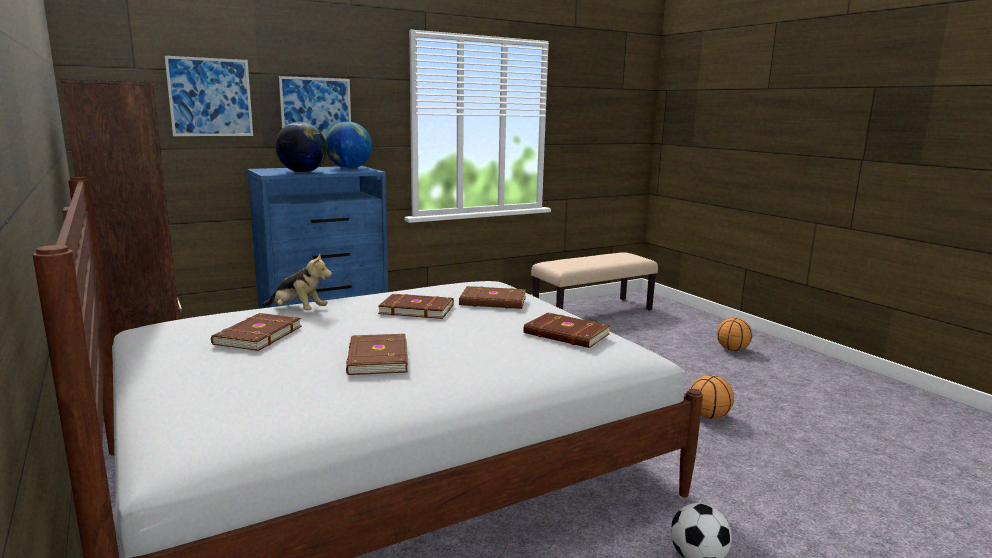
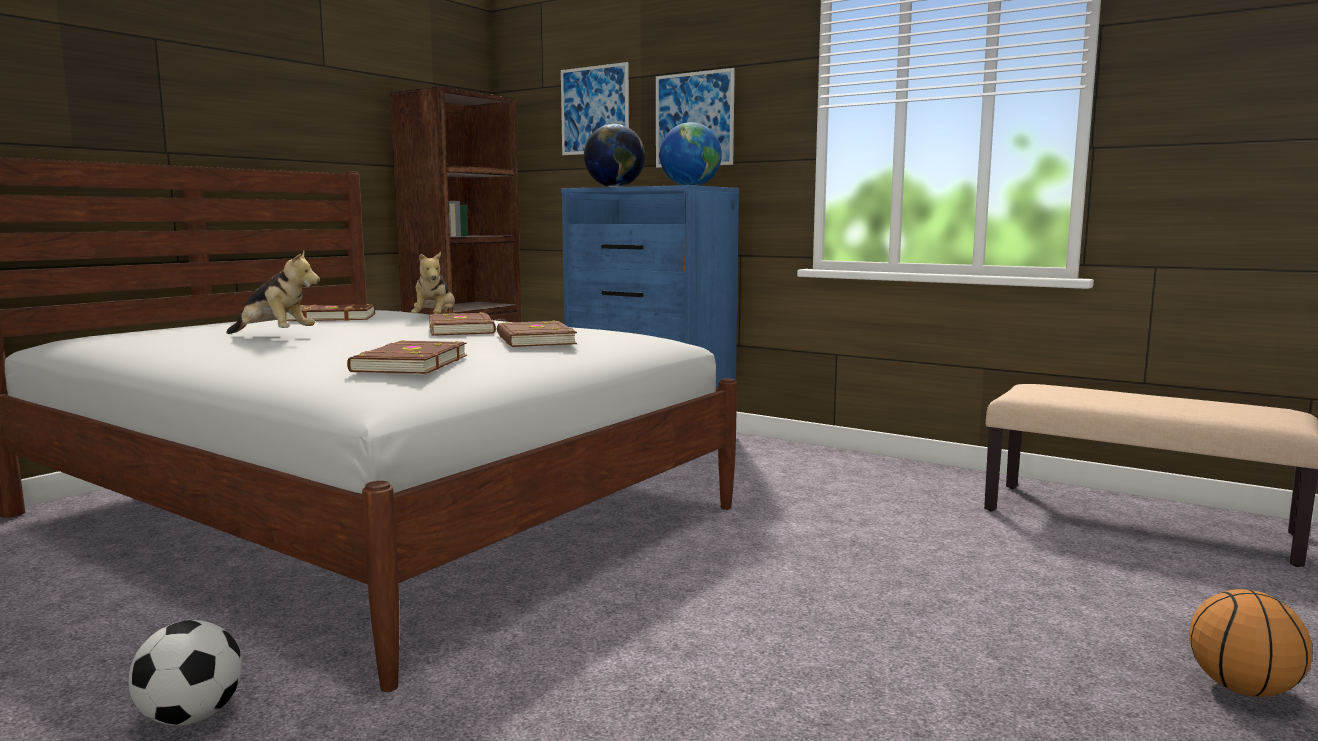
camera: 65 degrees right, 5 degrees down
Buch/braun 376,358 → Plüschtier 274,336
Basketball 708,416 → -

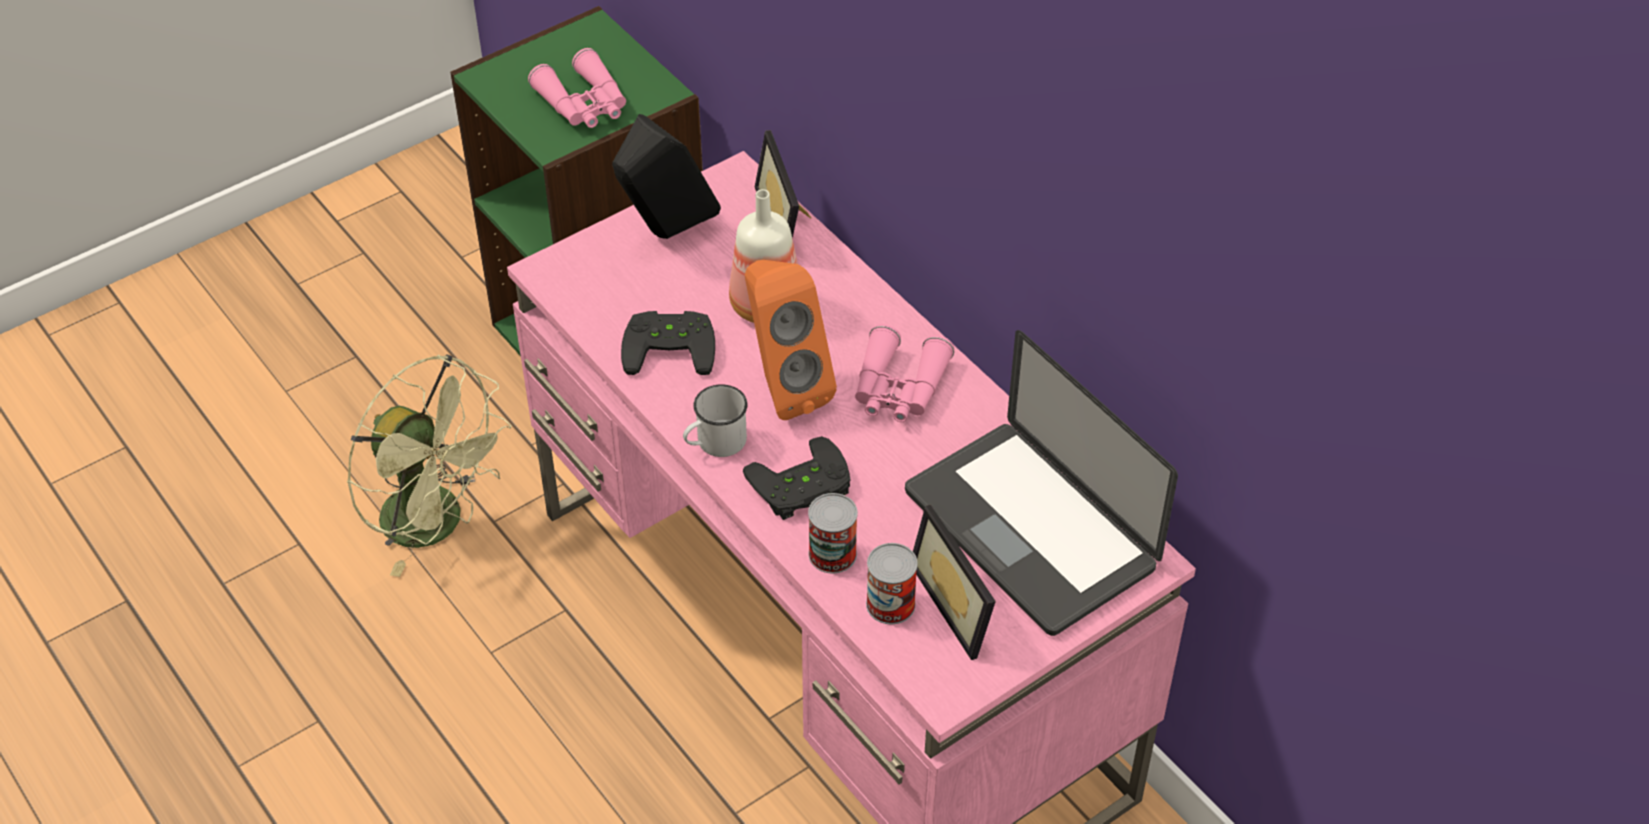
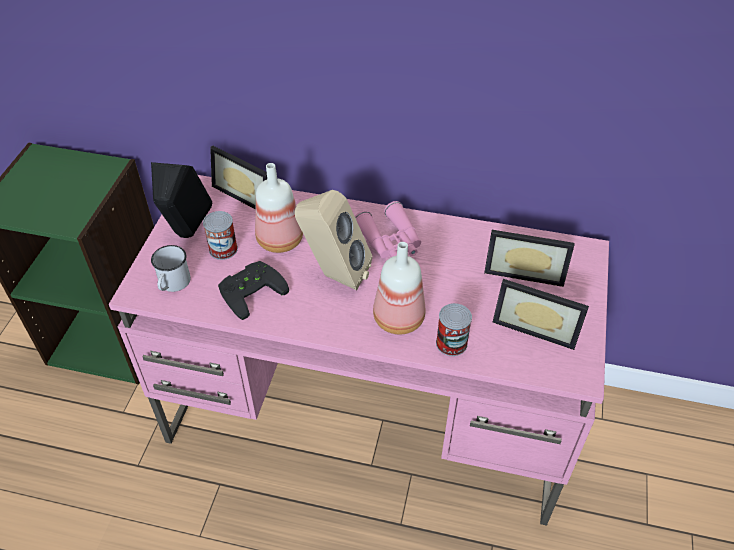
camera: 40 degrees left, 0 degrees up
Fernglas/rosa 584,104 → -
Lautsprecher/orange 783,388 → Lautsprecher/beige 334,275
Laptop 1029,530 → Bilderrahmen 524,269
Ventilator/grün 438,524 → -
Henkelbecher/weiß 715,443 → Henkelbecher/weiß 172,284, moved
Gamepad/schwarz 802,488 → Flasche 399,320
Dose 890,604 → Dose 223,249, moved

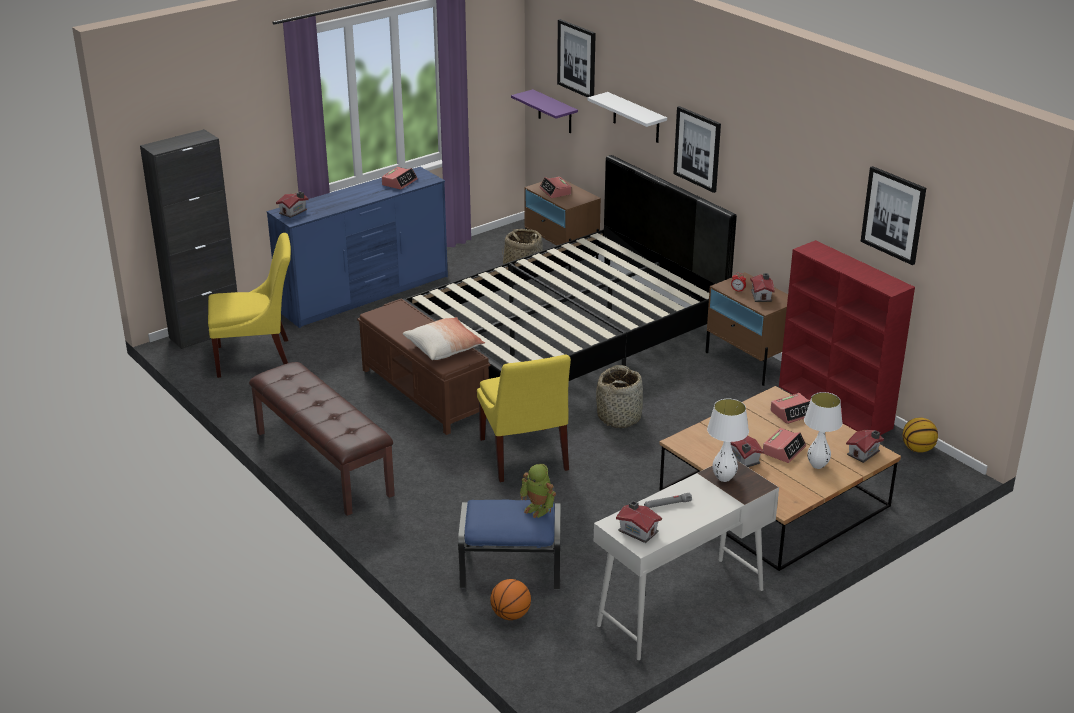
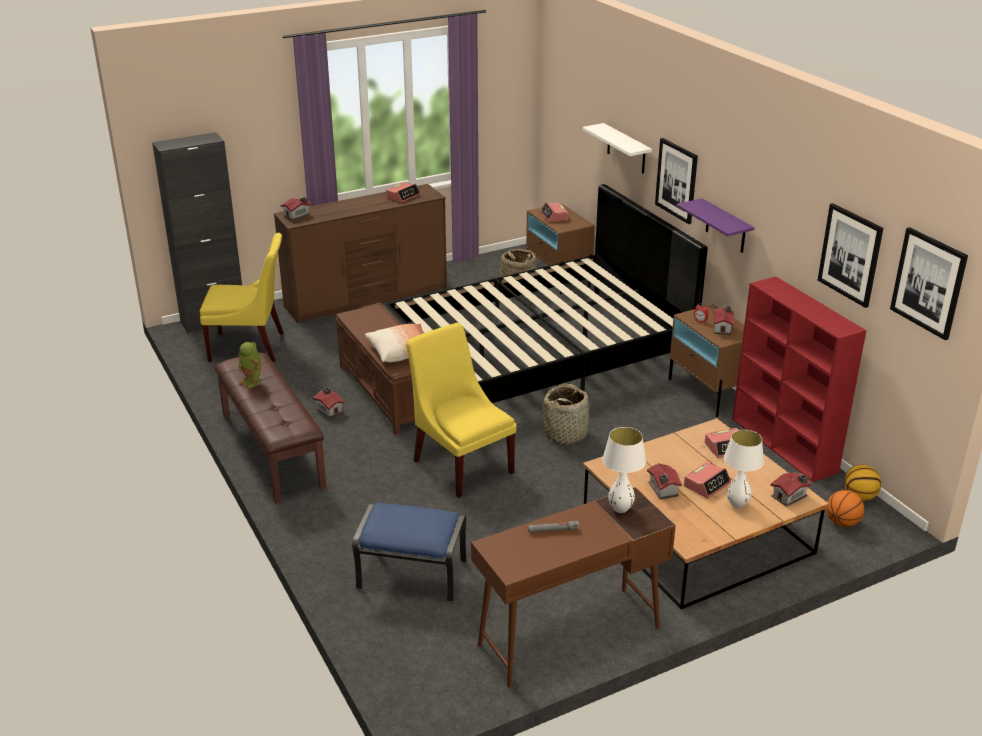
camera: 10 degrees right, 0 degrees up
Bild 577,58 → Bild 928,283, moved
Wandregal/lila 555,112 → Wandregal/lila 726,227, moved
Kommode/blau 365,294 → Kommode/braun 367,298
Stuhl/gelb 523,457 → Stuhl/gelb 461,464, 150 degrees clockwise
Schreibtisch/weiß 680,607 → Schreibtisch/braun 568,636
Spielzeugroboter 538,509 → Spielzeugroboter 252,382, moved
Spielzeughaus 638,530 → Spielzeughaus 329,410, moved
Basketball 510,615 → Basketball 842,523, moved

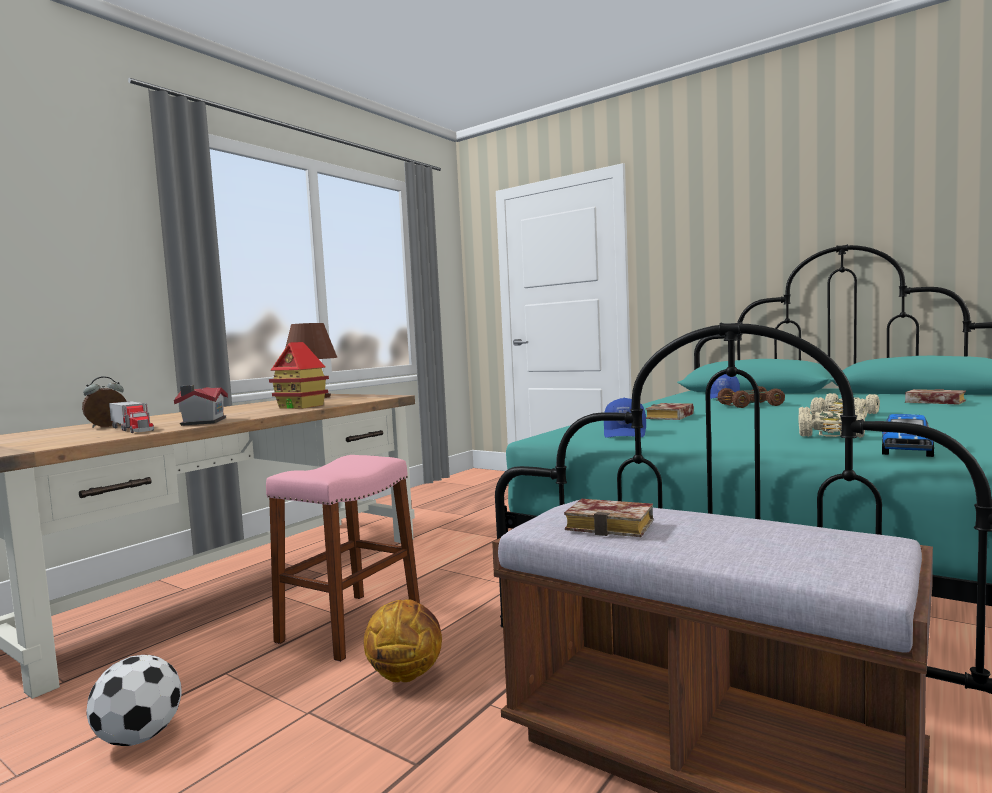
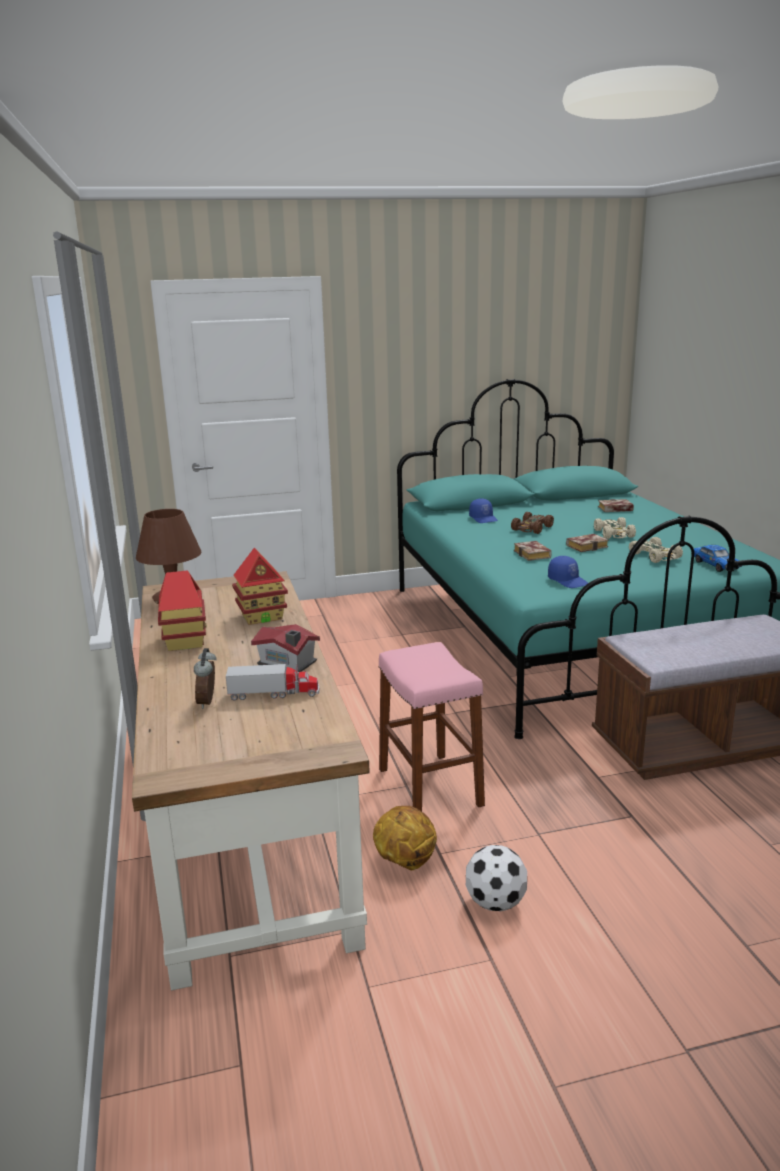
camera: 50 degrees left, 15 degrees up
Buch 613,526 → Buch 587,546, moved
Basketball 406,674 → Basketball 404,862, moved
- → Spielzeughaus 185,641

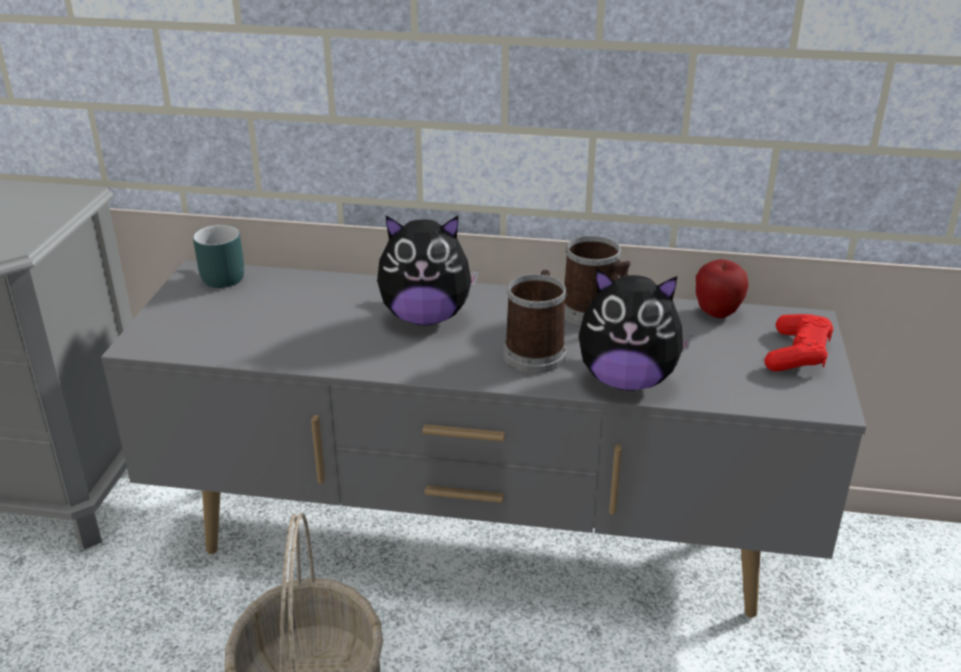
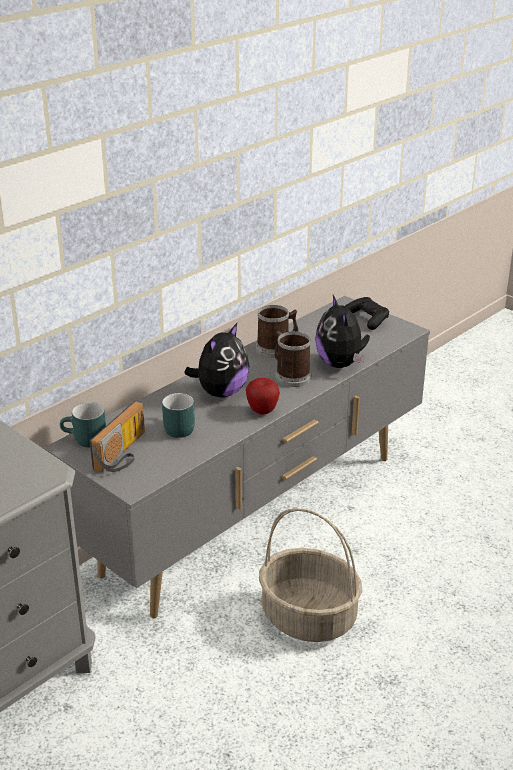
camera: 55 degrees left, 0 degrees up
Apfel 717,313 → Apfel 262,411, moved
Plüschtier 627,380 → Plüschtier 341,364, 120 degrees clockwise
Gamepad/rot 797,354 → Gamepad/schwarz 367,319
- → Henkelbecher/türkis 175,428
- → Radio 124,454

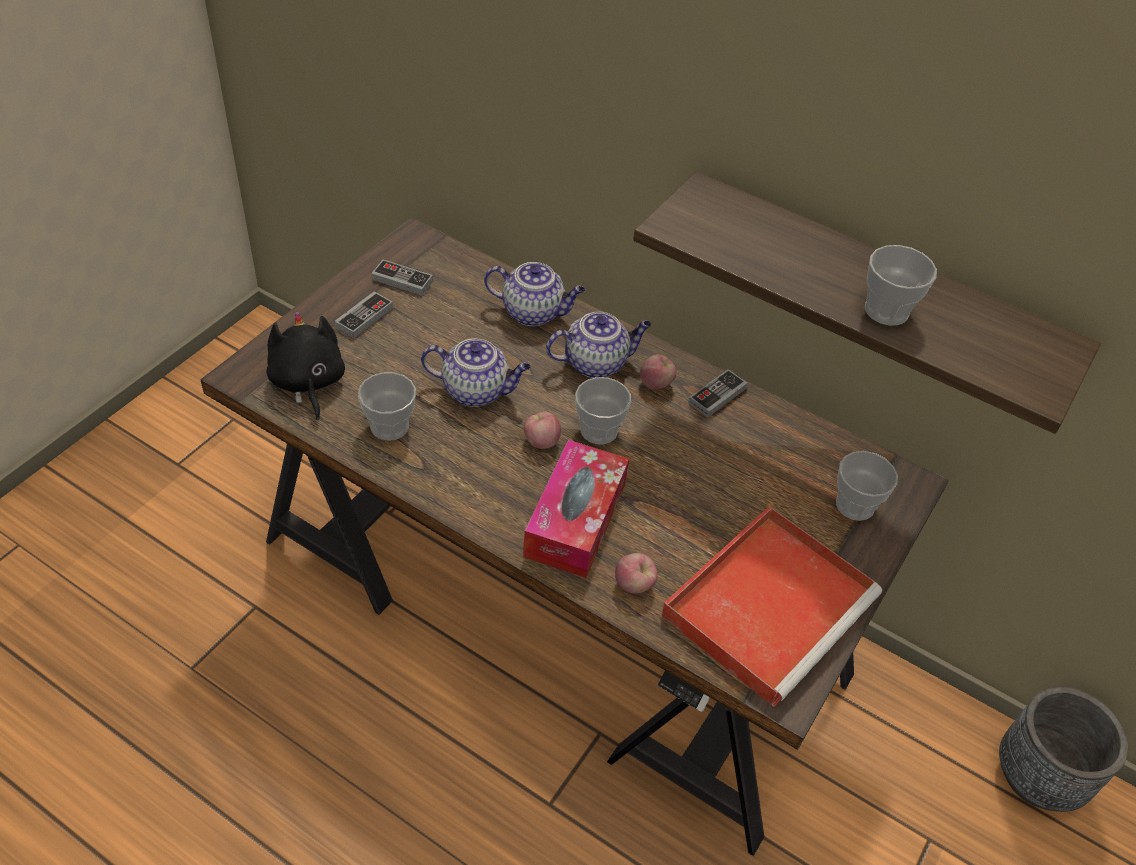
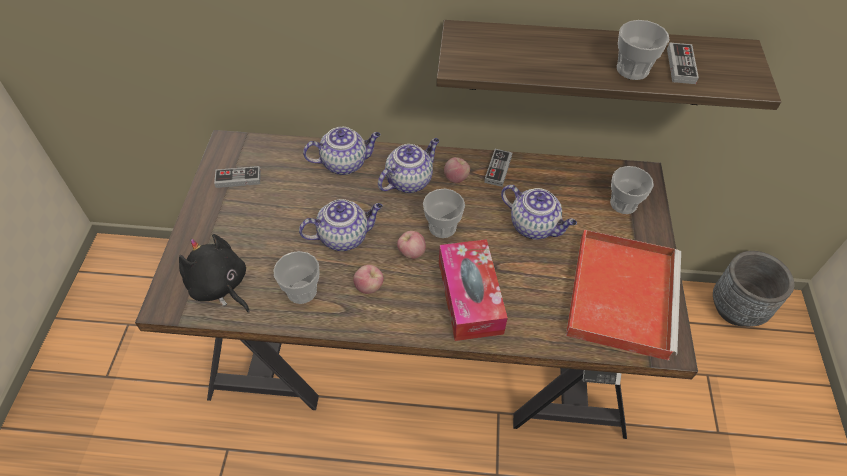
camera: 25 degrees left, 5 degrees up
Gamepad 364,317 → Gamepad 681,66, moved
Apfel 634,585 → Apfel 369,287, moved
- → Teekanne 534,226

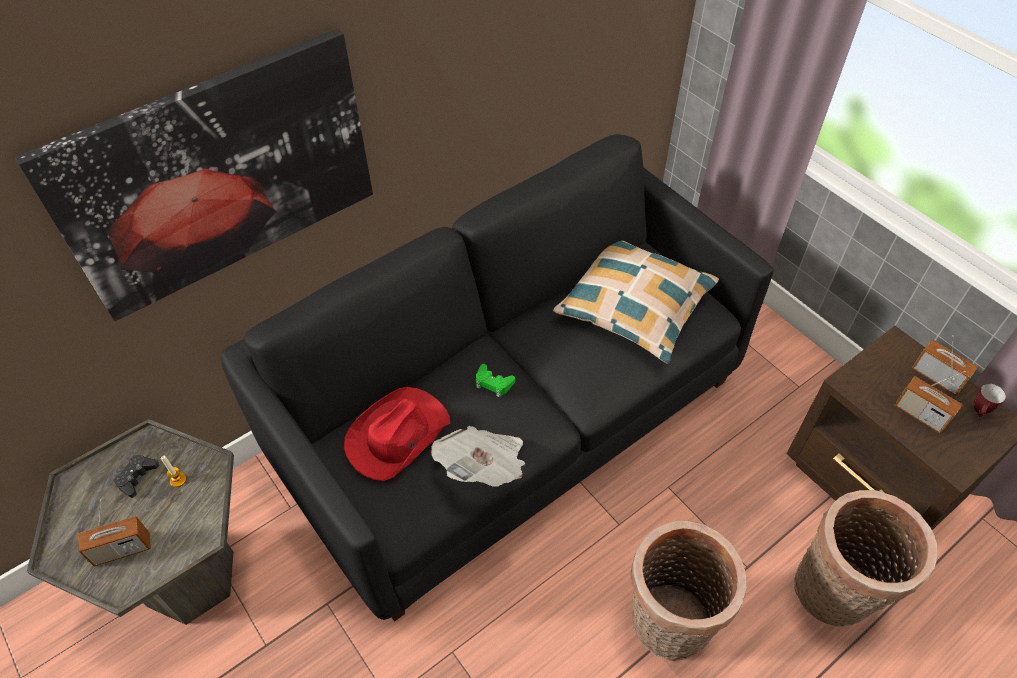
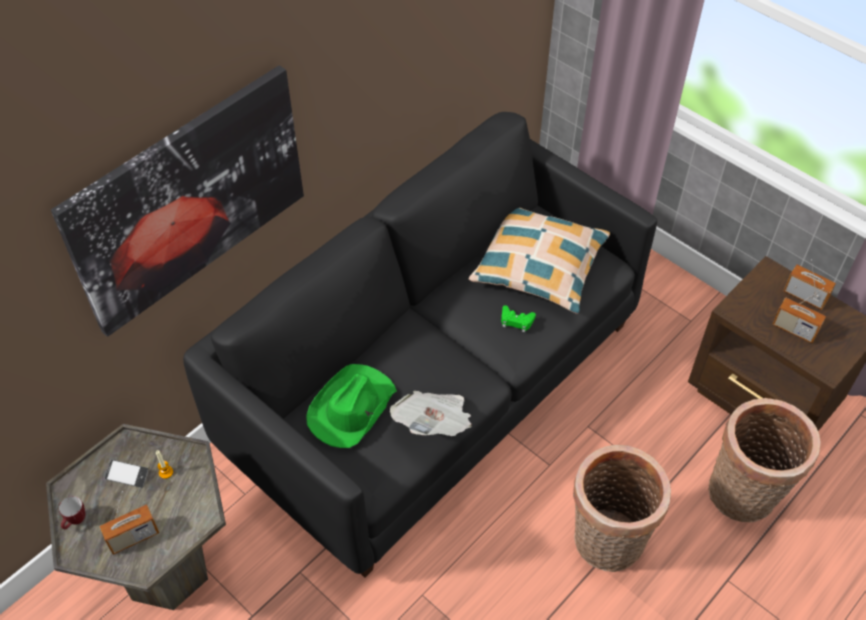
camera: 10 degrees left, 0 degrees up
Gamepad/grün 493,383 → Gamepad/grün 516,321, moved
Henkelbecher 979,412 → Henkelbecher 76,522, moved
Hut/rot 396,436 → Hut/grün 351,408
Gamepad/schwarz 137,477 → Handy 127,475

